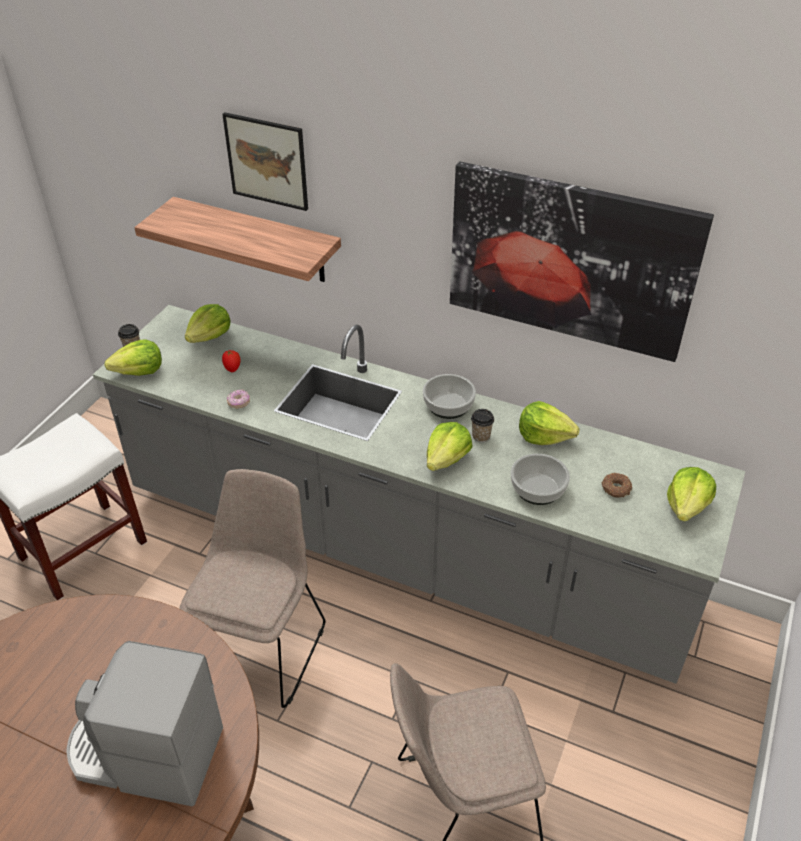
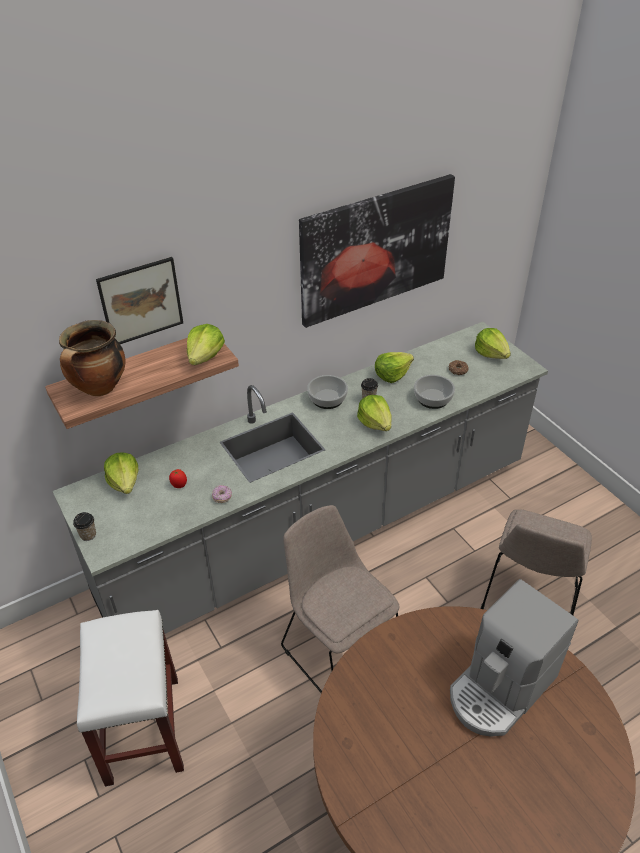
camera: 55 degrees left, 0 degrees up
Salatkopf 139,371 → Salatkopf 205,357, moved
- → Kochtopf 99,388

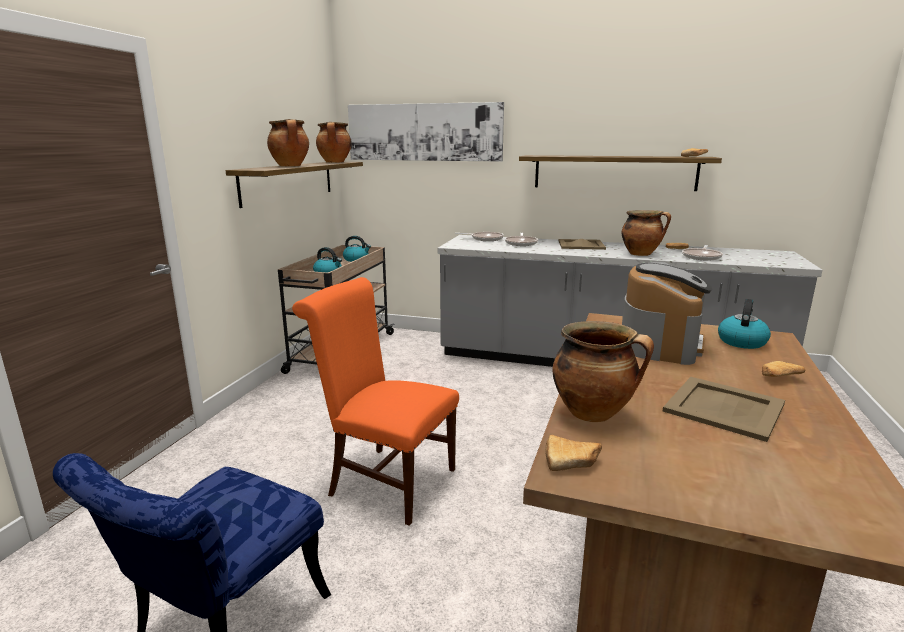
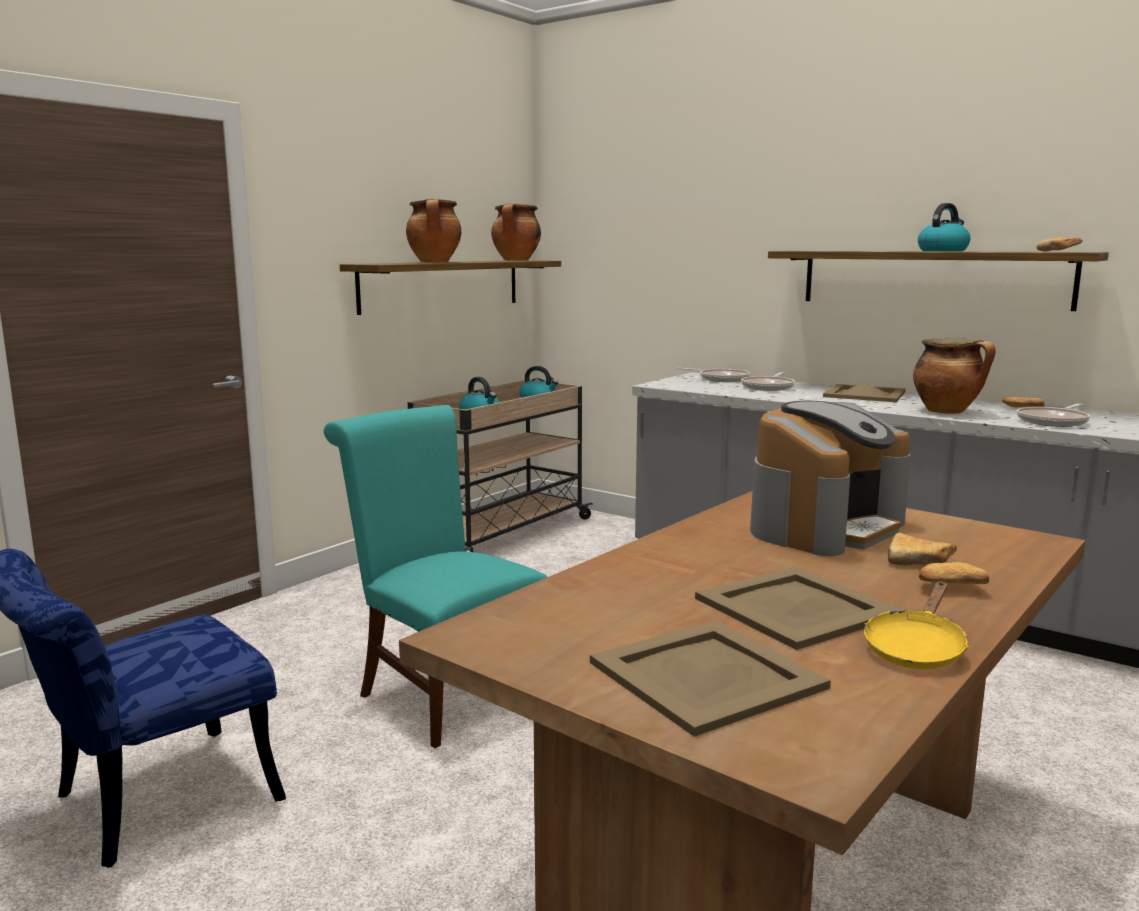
camera: 20 degrees right, 5 degrees down
Bild 424,132 → -
Stuhl/orange 386,480 → Stuhl/türkis 443,692
Wasserkessel 741,341 → Wasserkessel 943,251, moved
Kochtopf 594,413 → -
Brot 573,462 → Brot 920,562, moved
- → Pfanne/gelb 916,648
- → Tablett/beige 706,674

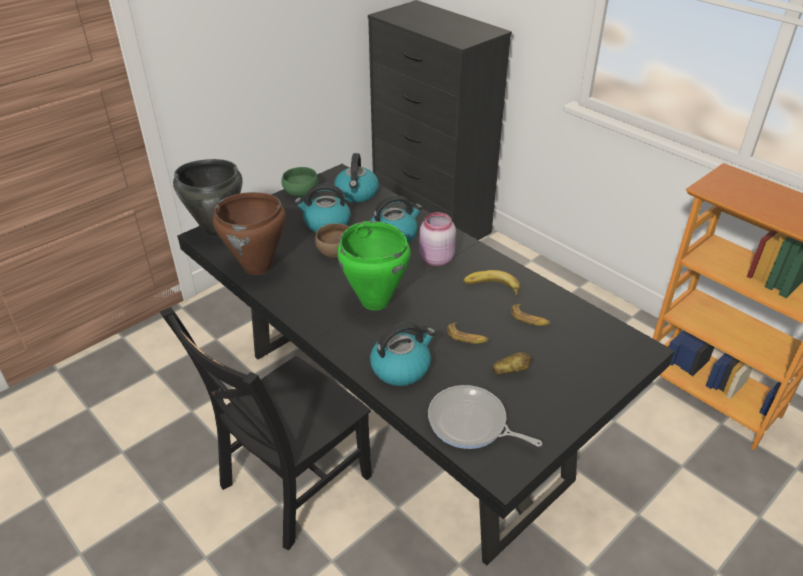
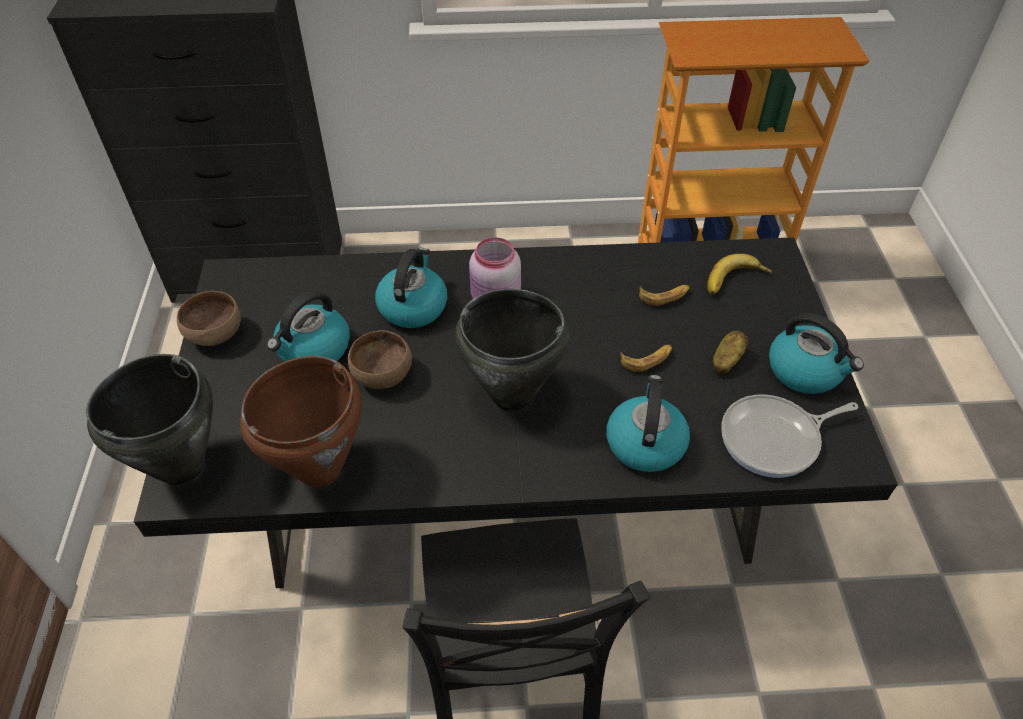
camera: 50 degrees left, 10 degrees up
Wasserkessel 357,194 → Wasserkessel 805,371, moved
Schüssel/grün 300,193 → Schüssel/braun 215,334
Kochtopf/grün 374,301 → Kochtopf/schwarz 512,396
Banane 491,288 → Banane 736,282, moved

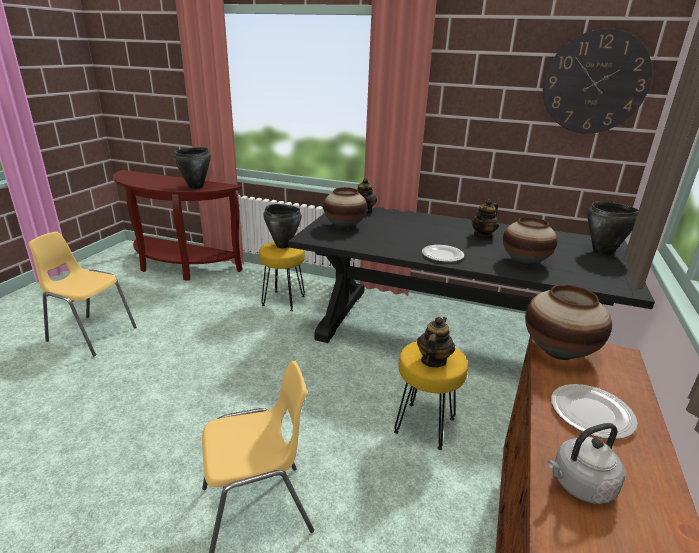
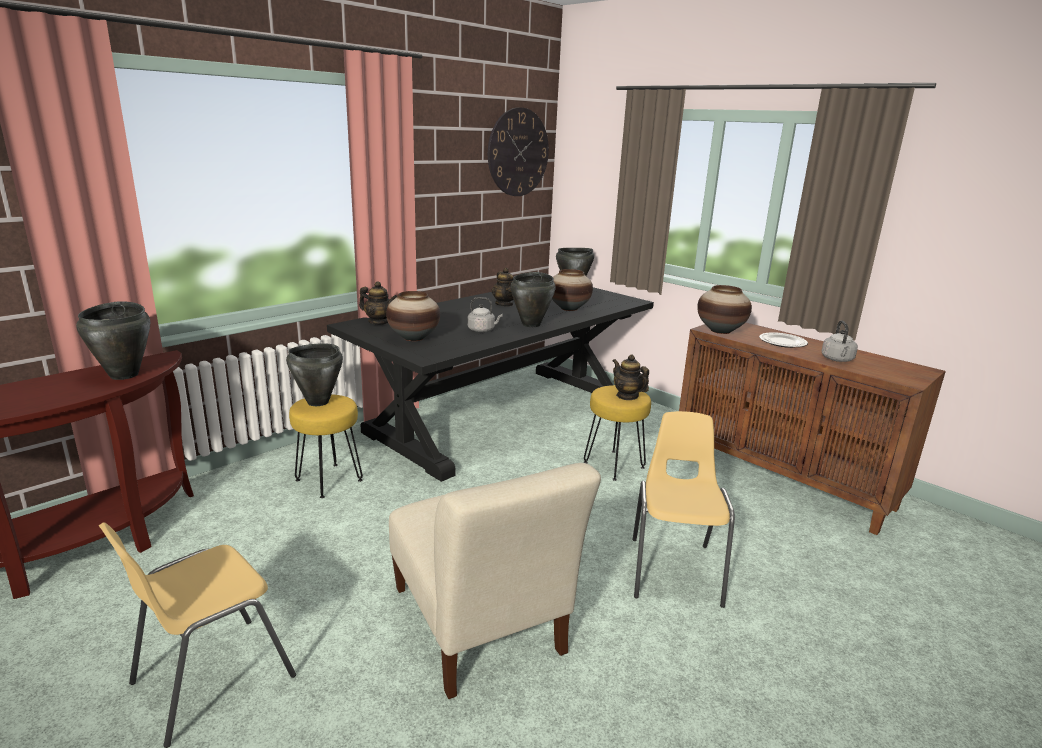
camera: 65 degrees left, 5 degrees down
Teller 443,255 → Kochtopf/schwarz 531,324
- → Wasserkessel/grau 482,330
- → Stuhl/beige 479,626

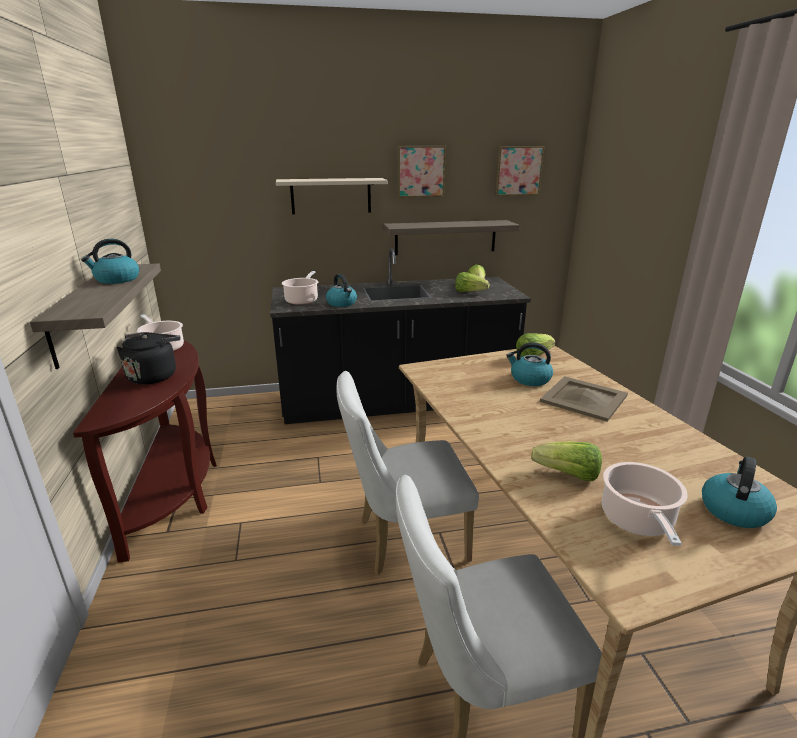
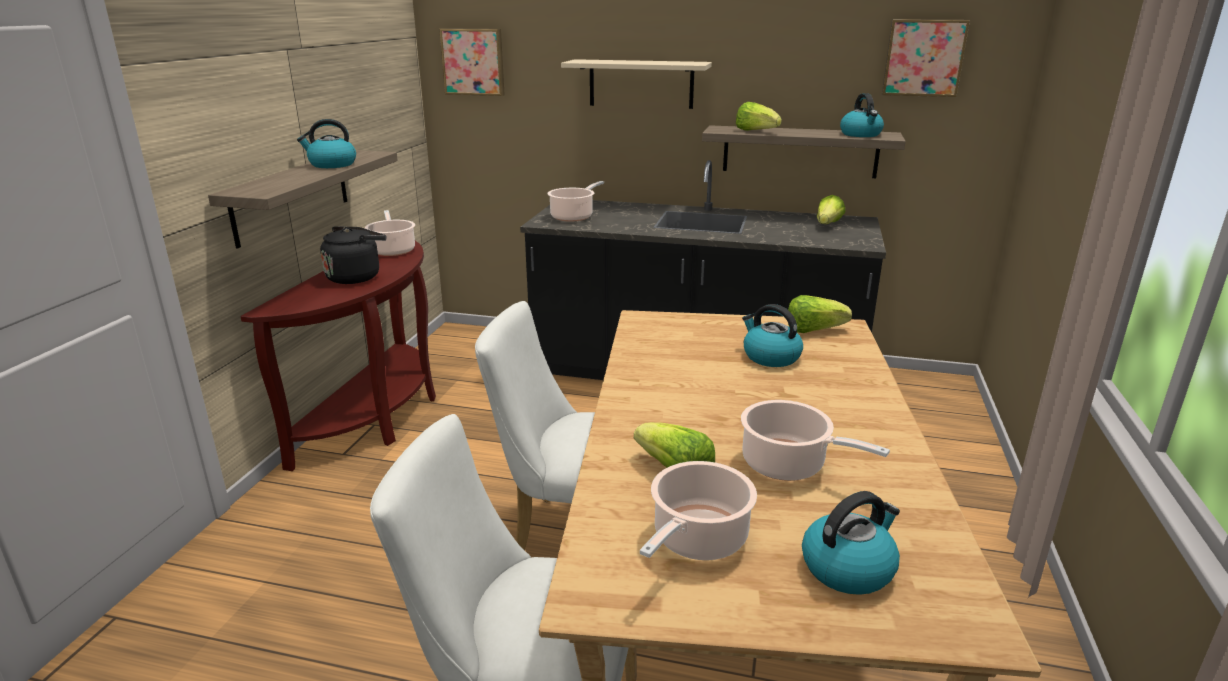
camera: 25 degrees right, 0 degrees up
Bild 420,171 → Bild 473,62, moved
Salatkopf 469,292 → Salatkopf 756,131, moved
Wasserkessel 342,303 → Wasserkessel 861,134, moved
Tablett/beige 583,398 → -
- → Kochtopf 788,465

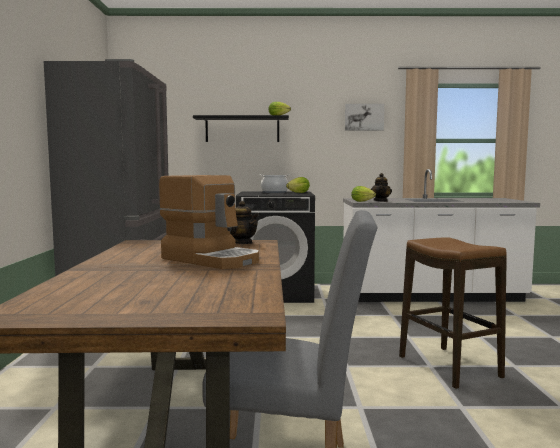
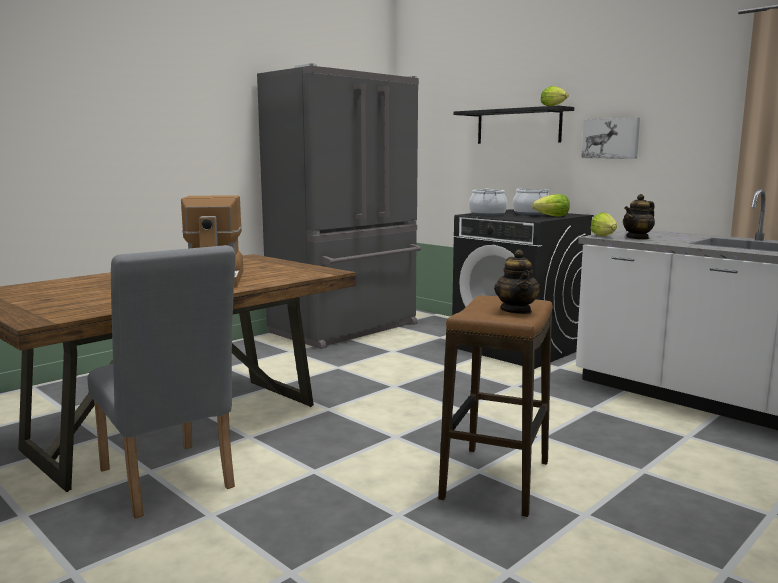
camera: 45 degrees right, 5 degrees up
Bild 364,117 → Bild 611,138, moved
Teekanne 242,243 → Teekanne 516,311, moved
- → Kochtopf 487,214

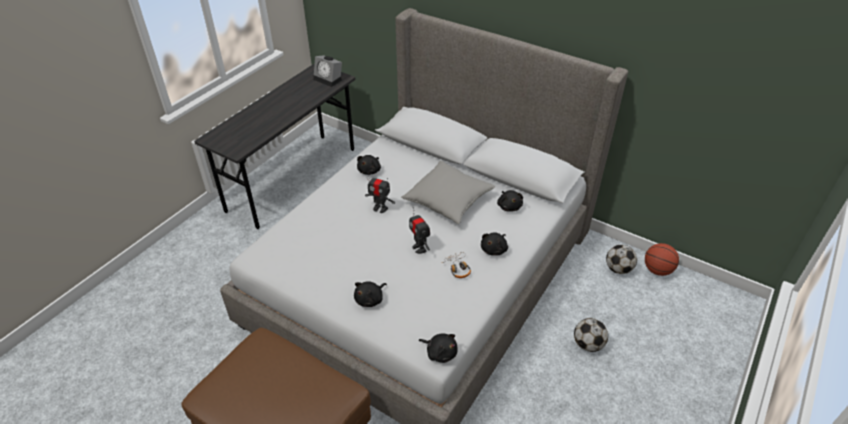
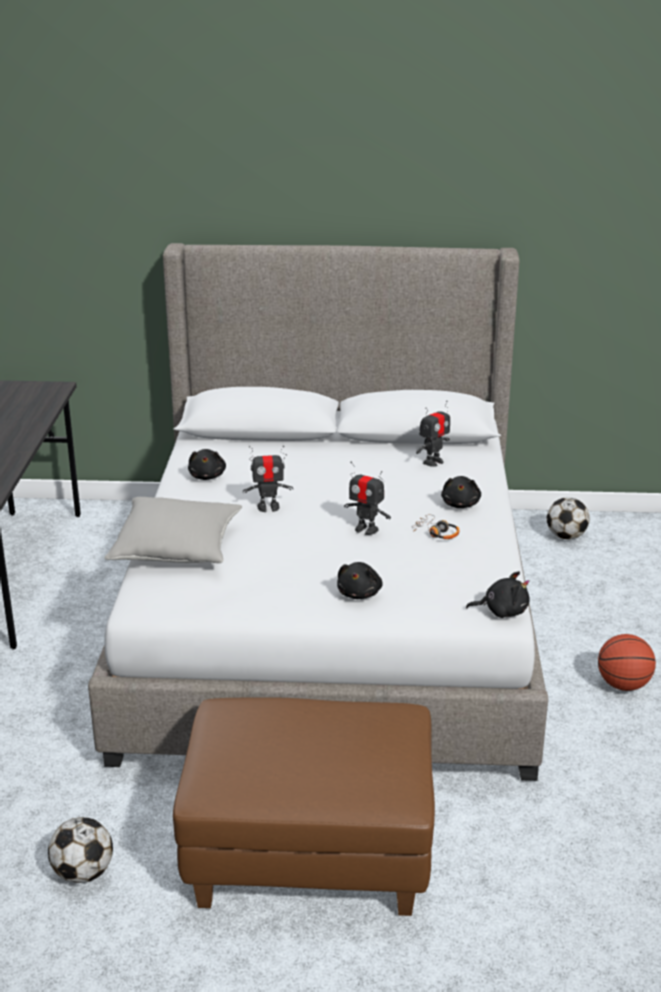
camera: 30 degrees left, 15 degrees down
Wecker 329,79 → -
Kissen/grau 448,200 → Kissen/grau 177,548, moved
Plüschtier/schwarz 509,206 → Spielzeugroboter 433,462
Basketball 657,270 → Basketball 623,685, moved
Fußball 588,344 → Fußball 83,873, moved

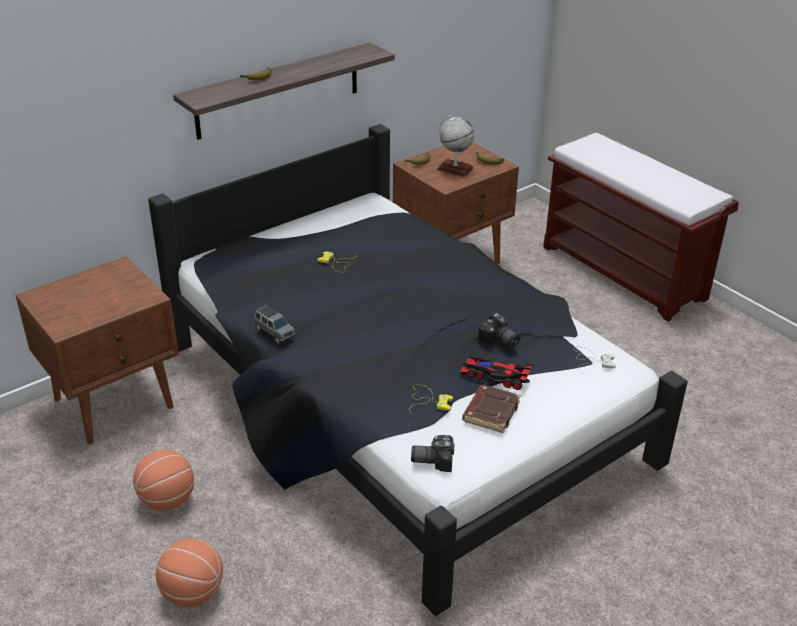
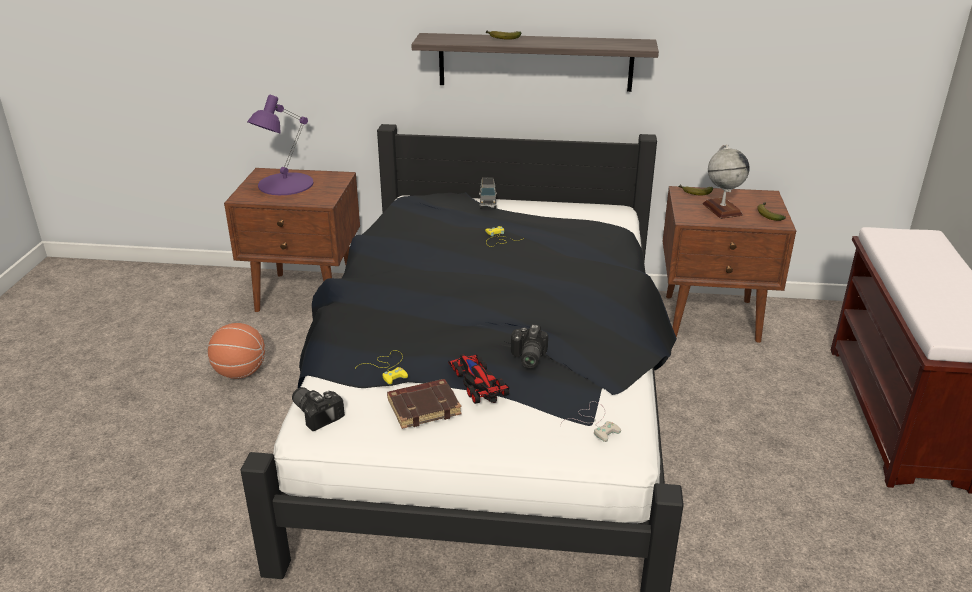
camera: 45 degrees right, 5 degrees down
Spielzeugauto/grau 274,333 → Spielzeugauto/grau 487,202, moved
Basketball 192,593 → -
- → Tischlampe/lila 284,184

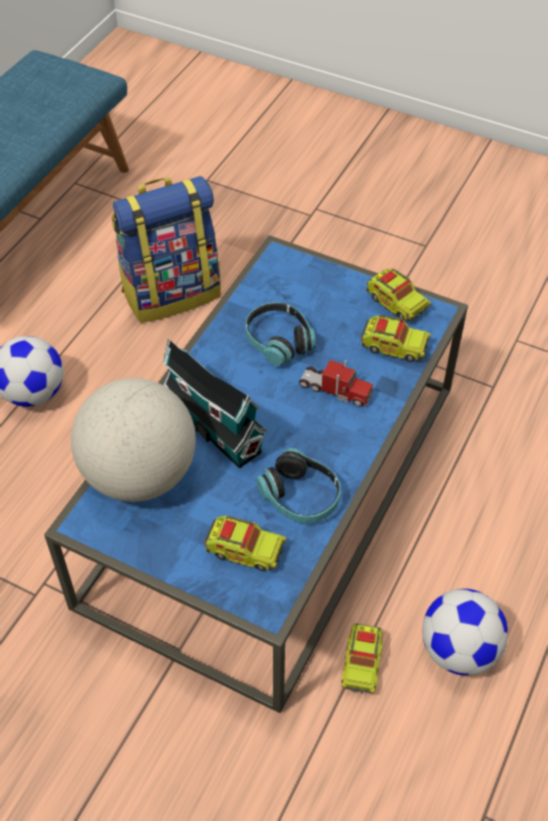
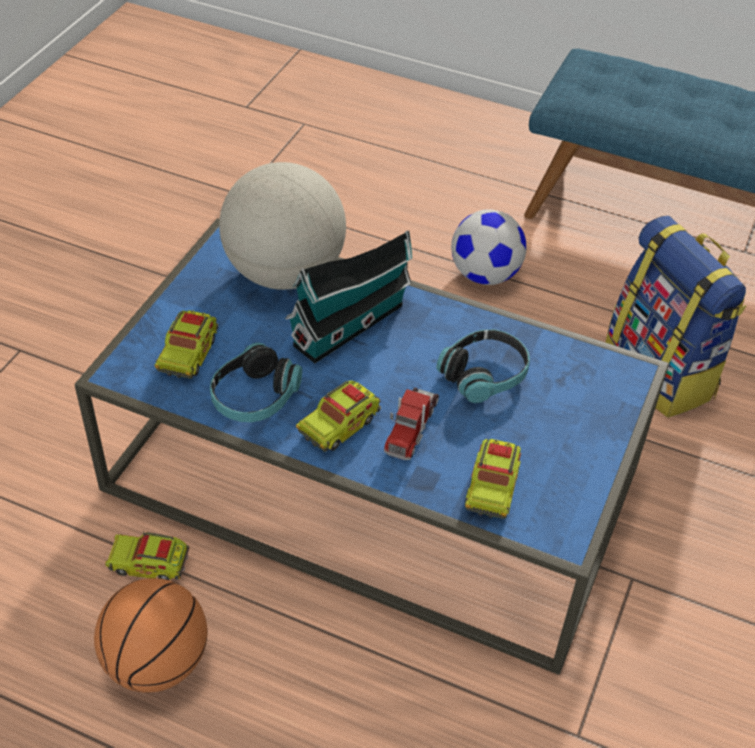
camera: 85 degrees right, 5 degrees down
Spielzeuglaster 396,302 → Spielzeuglaster 339,425, moved
Fußball 459,650 → Basketball 157,662

